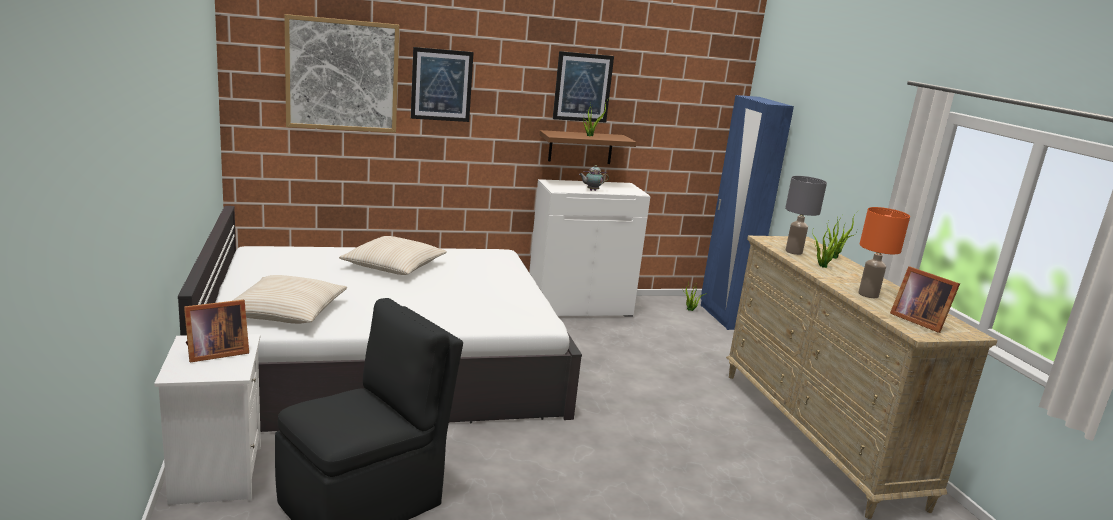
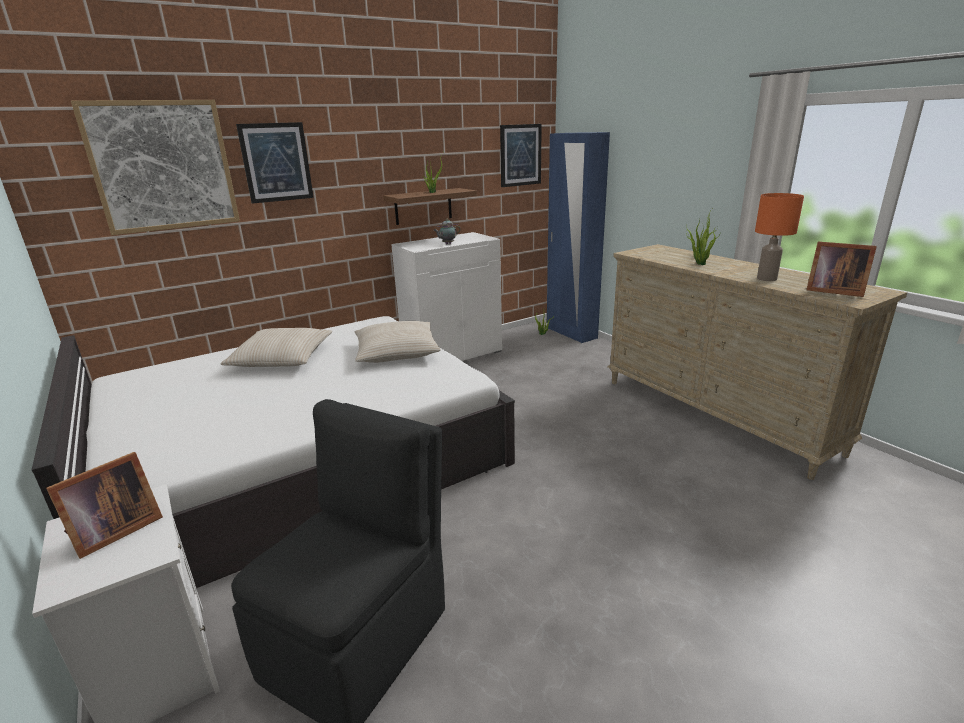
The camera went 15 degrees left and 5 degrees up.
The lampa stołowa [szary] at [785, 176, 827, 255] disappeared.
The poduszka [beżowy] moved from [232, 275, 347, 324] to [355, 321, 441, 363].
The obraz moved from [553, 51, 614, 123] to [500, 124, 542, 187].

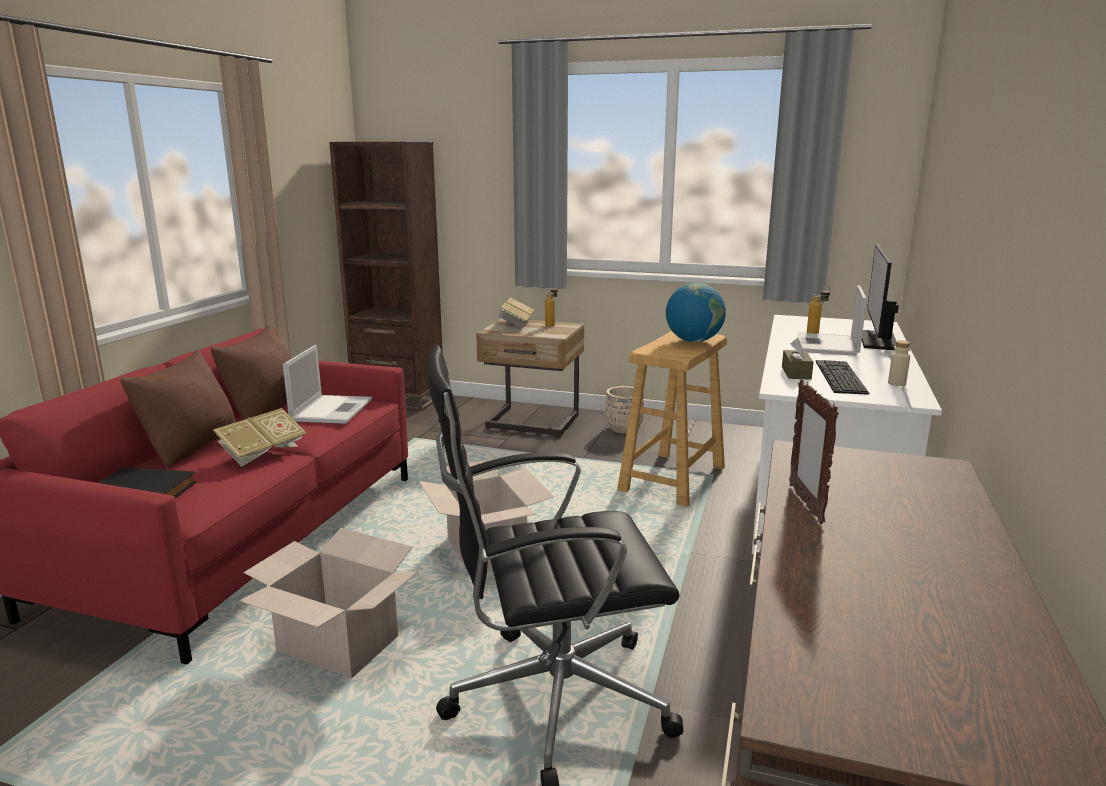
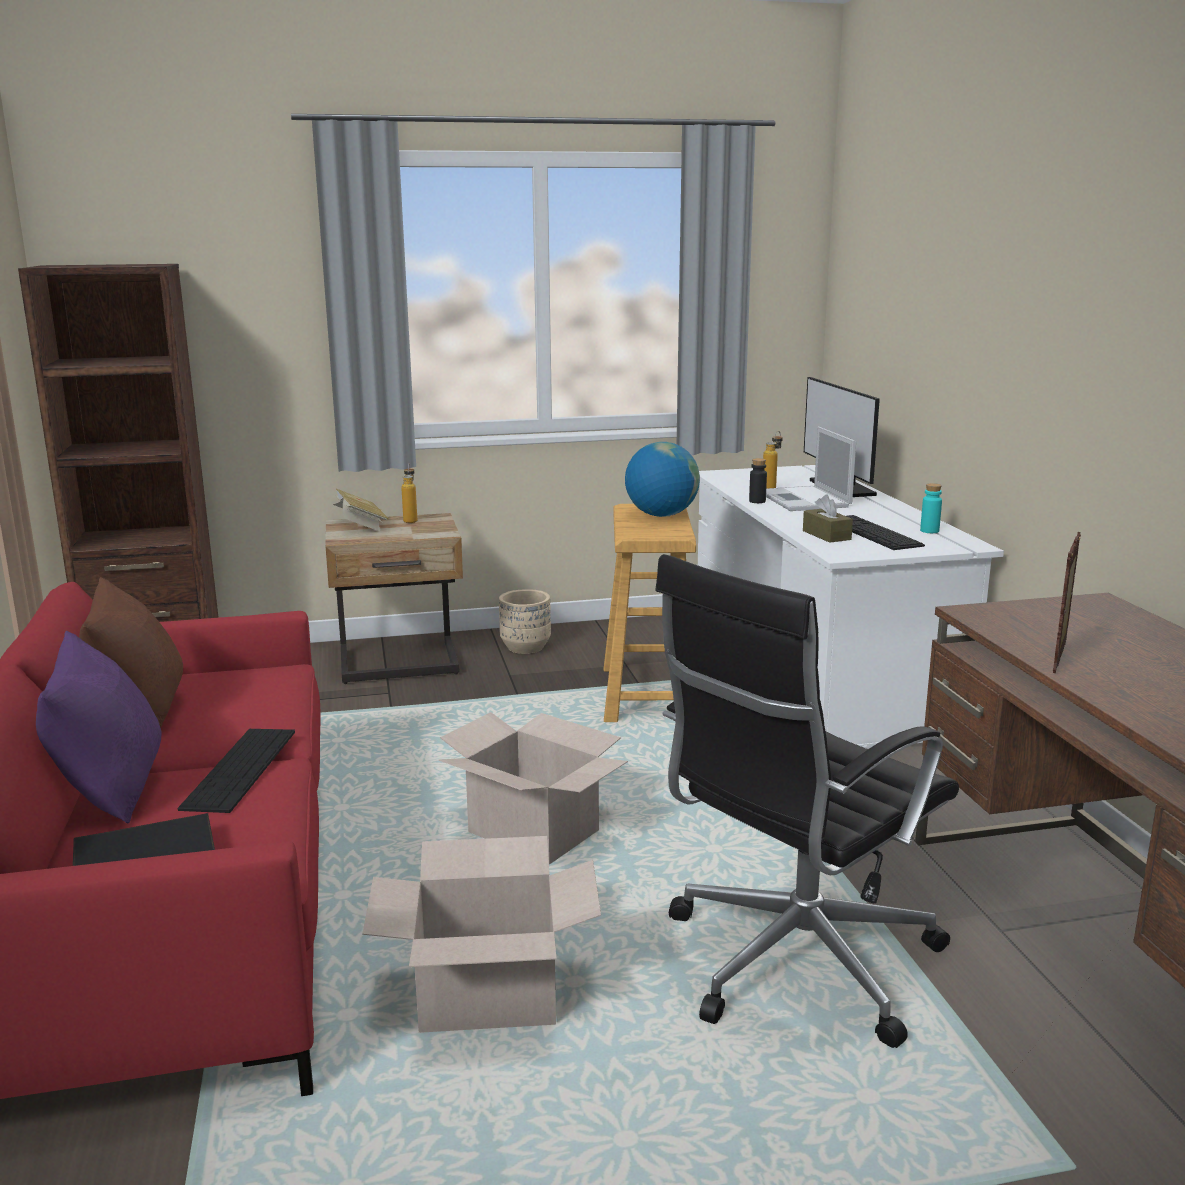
The camera went 30 degrees left and 0 degrees up.
The laptop at [283, 345, 372, 424] disappeared.
The butelka [czarny] at [749, 458, 767, 503] appeared.
The książka at [213, 408, 307, 467] was replaced by the klawiatura at [178, 729, 295, 813].
The poduszka [brązowy] at [121, 349, 236, 468] became the poduszka [fioletowy] at [36, 631, 161, 823].
The butelka [beżowy] at [888, 341, 910, 386] became the butelka [turkusowy] at [920, 483, 942, 533].
The ramka na zdjęcie at [789, 380, 839, 524] turned 60 degrees clockwise.

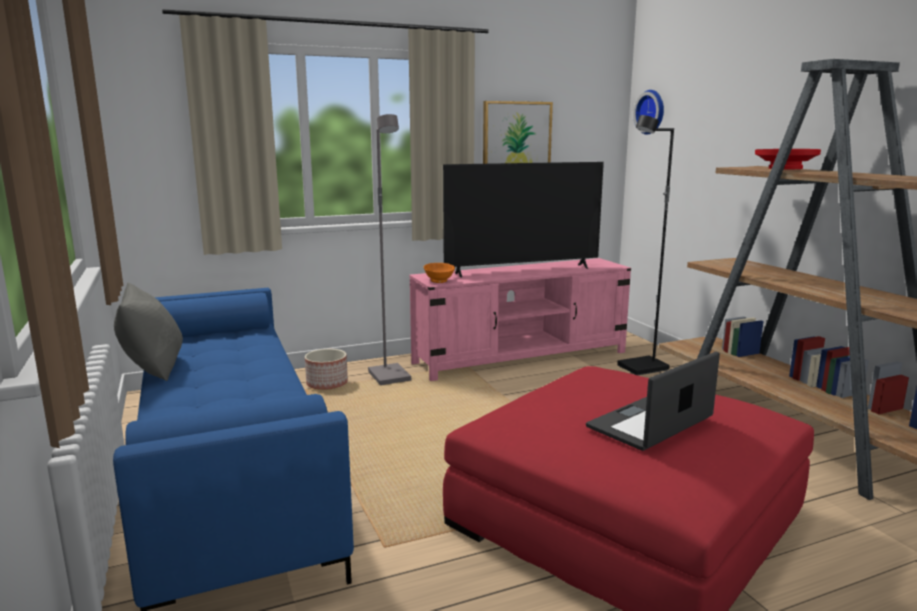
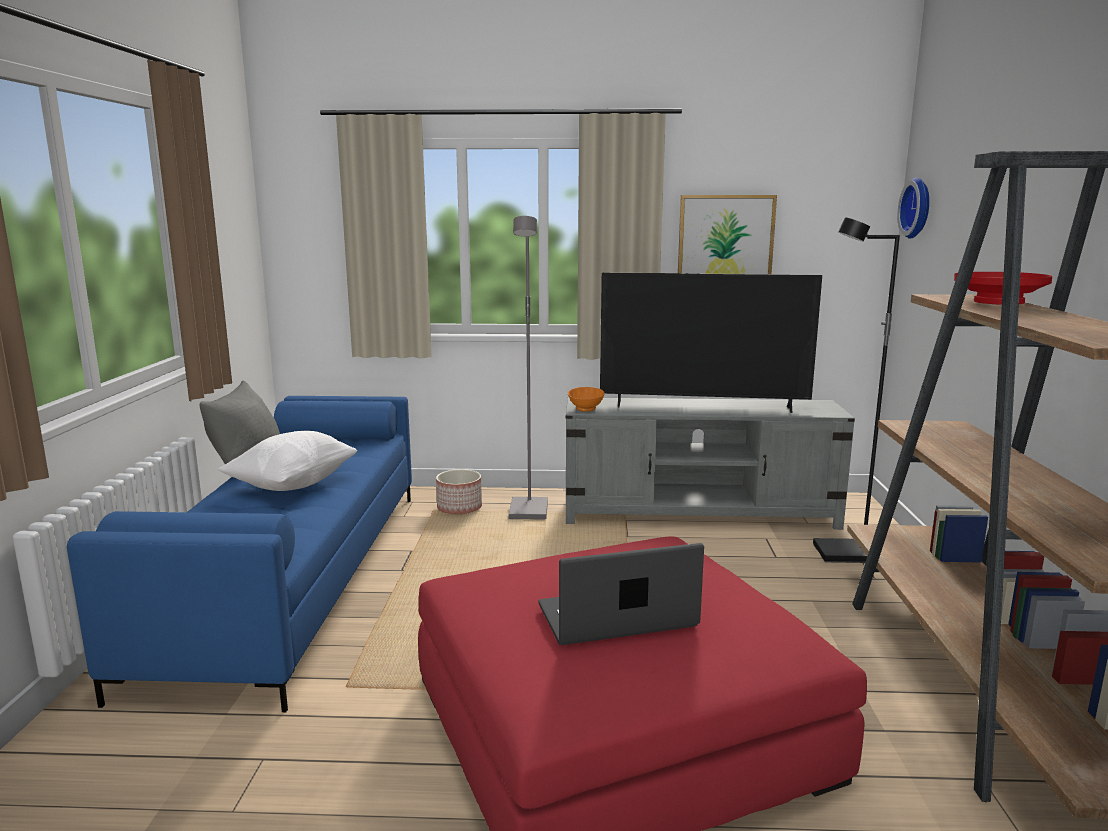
The camera went 25 degrees right and 0 degrees up.
The poduszka [biały] at [218, 431, 357, 491] appeared.
The szafka pod telewizor [różowy] at [409, 258, 631, 381] became the szafka pod telewizor [szary] at [566, 398, 855, 530].

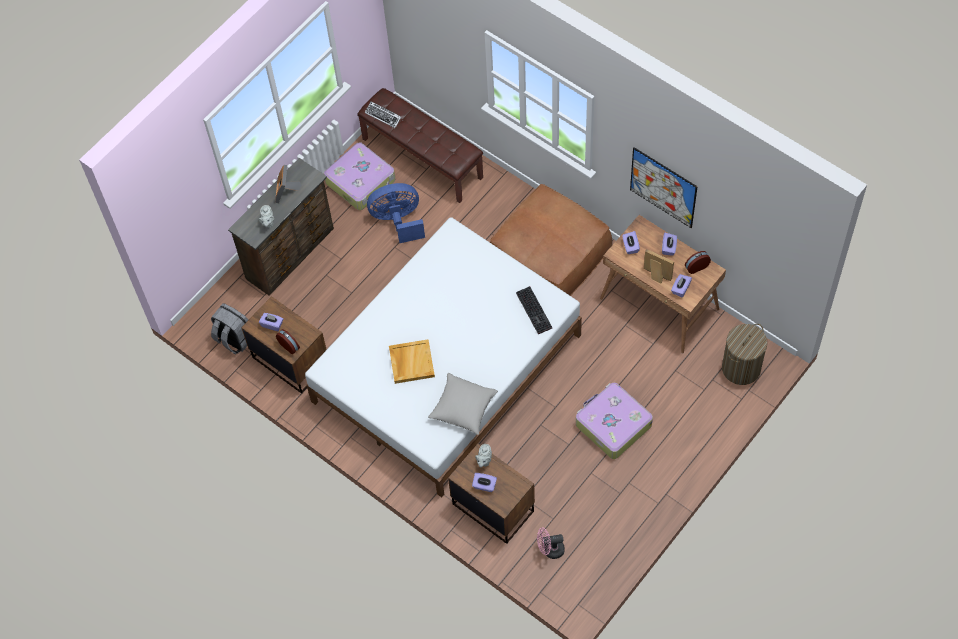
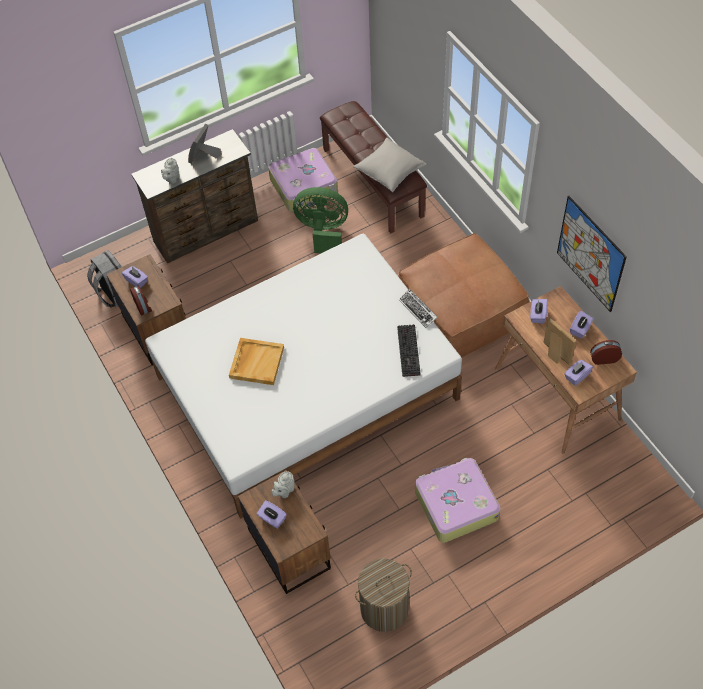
The camera went 20 degrees right and 5 degrees down.
The wentylator [różowy] at [537, 528, 565, 559] disappeared.
The klawiatura moved from [365, 101, 401, 128] to [399, 289, 437, 328].
The poduszka [szary] moved from [428, 373, 498, 435] to [353, 138, 427, 192].
The kosz na pranie moved from [722, 324, 767, 385] to [355, 559, 412, 632].
The wentylator [niebieski] at [367, 183, 425, 243] became the wentylator [zielony] at [293, 187, 348, 253].

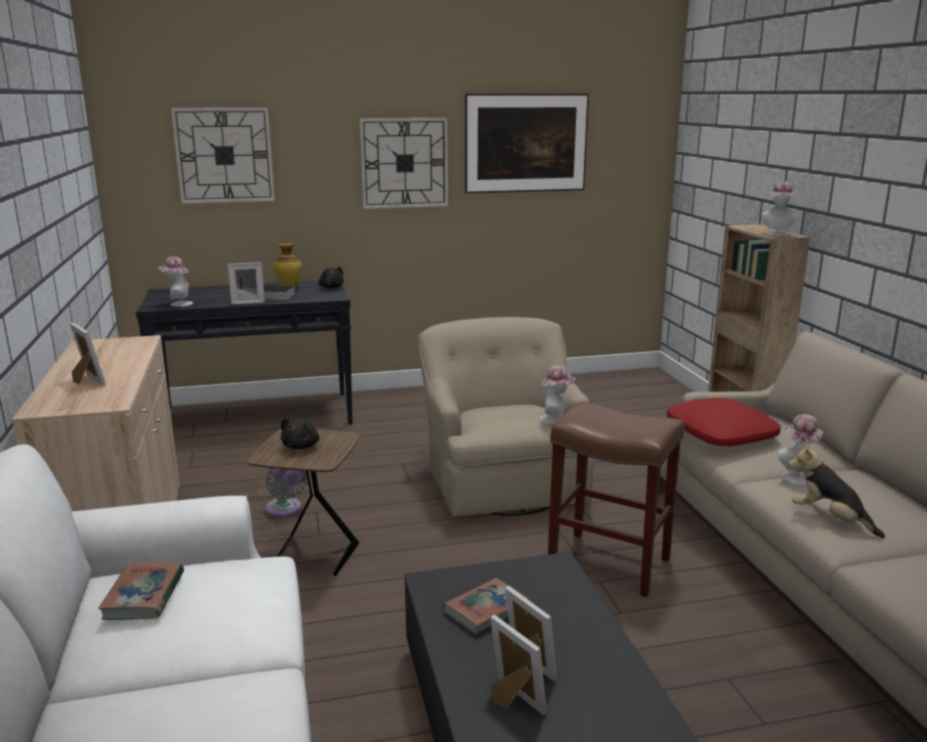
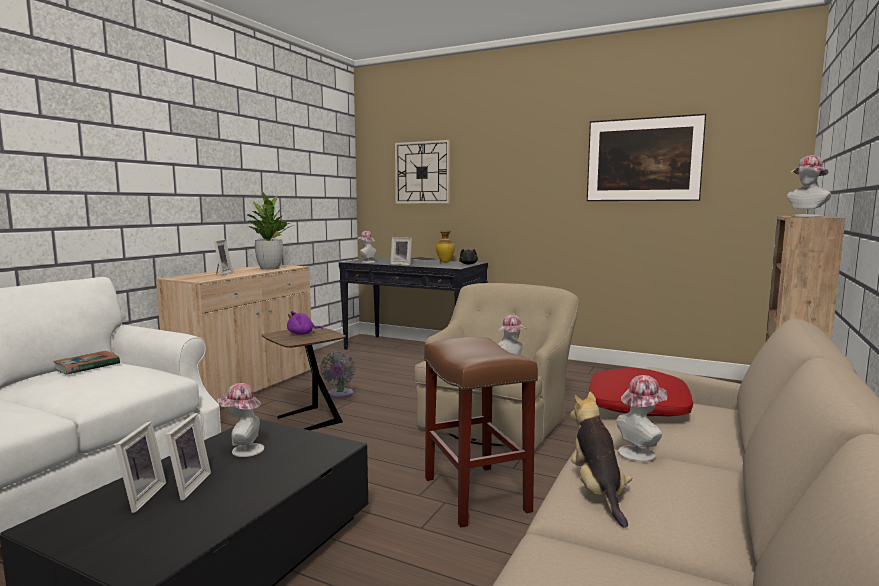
The camera went 40 degrees right and 10 degrees down.
The zegar ścienny at [360, 118, 448, 209] disappeared.
The roślina doniczkowa at [247, 192, 294, 270] appeared.
The książka at [443, 578, 529, 635] was replaced by the kapelusz at [217, 383, 264, 457].
The pluszak [czarny] at [281, 418, 319, 449] became the pluszak [fioletowy] at [287, 311, 323, 335].

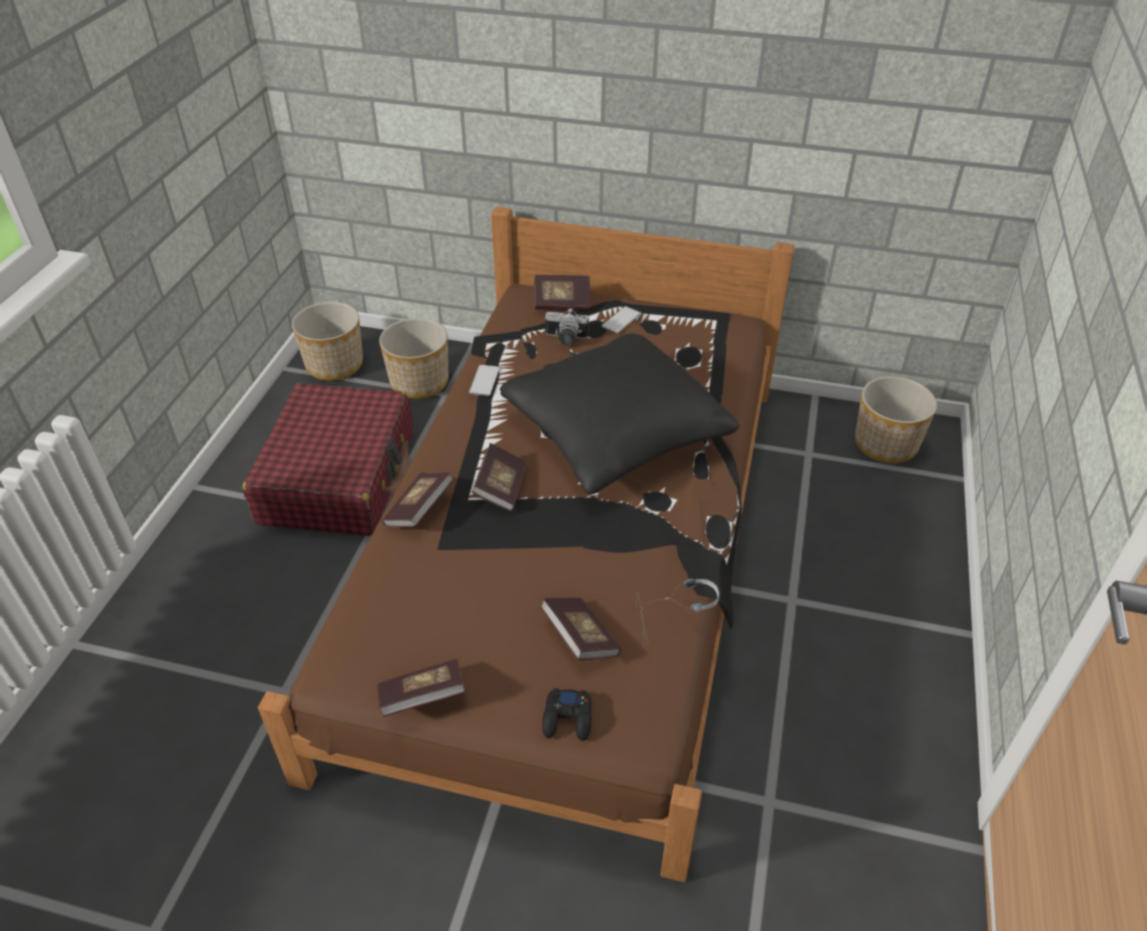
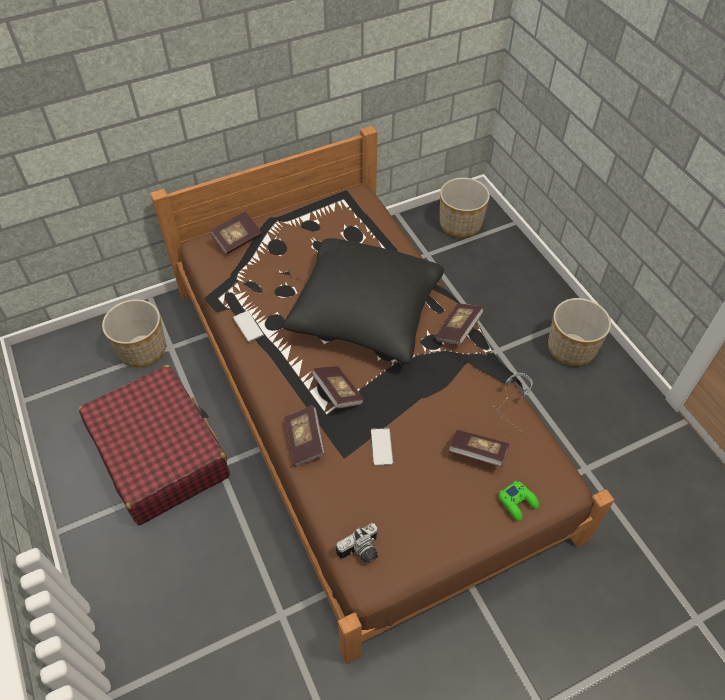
The camera went 40 degrees left and 10 degrees up.
The donica moved from [292, 302, 363, 381] to [548, 298, 611, 366].
The książka moved from [377, 659, 466, 716] to [435, 303, 484, 345].
The aparat fotograficzny moved from [545, 308, 589, 346] to [336, 523, 378, 564].
The telefon moved from [602, 306, 641, 333] to [371, 428, 393, 466].
The pad do gier [czarny] at [542, 688, 592, 741] became the pad do gier [zielony] at [499, 481, 539, 521].

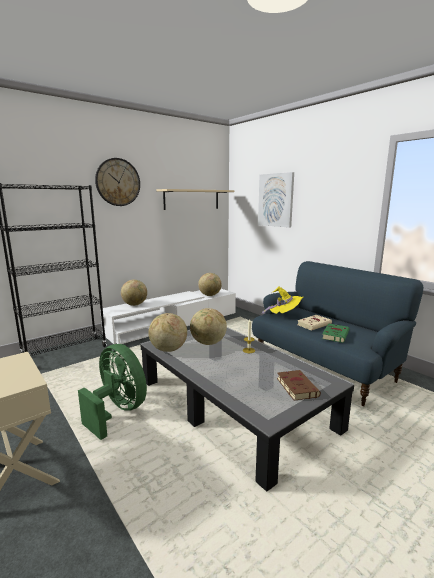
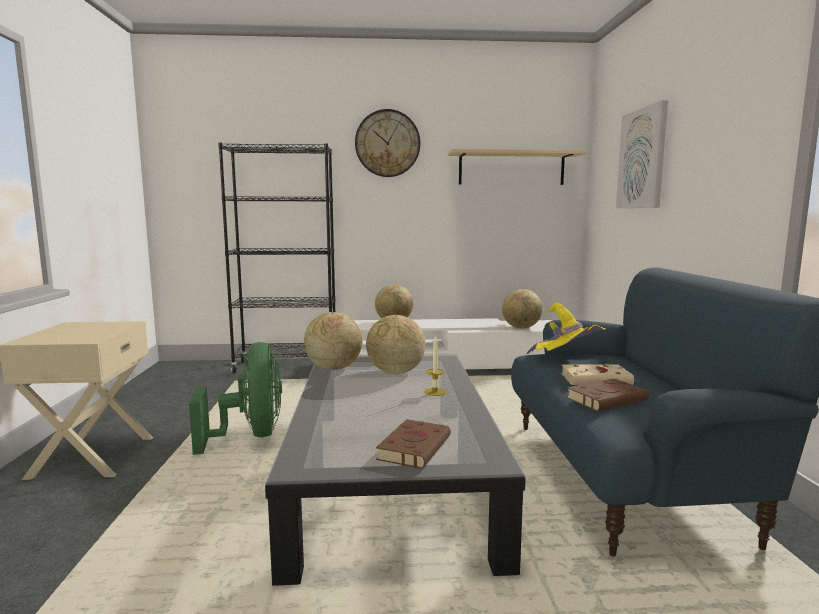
The camera went 35 degrees right and 5 degrees down.
The książka [zielony] at [322, 323, 349, 343] became the książka [brązowy] at [566, 379, 649, 411].

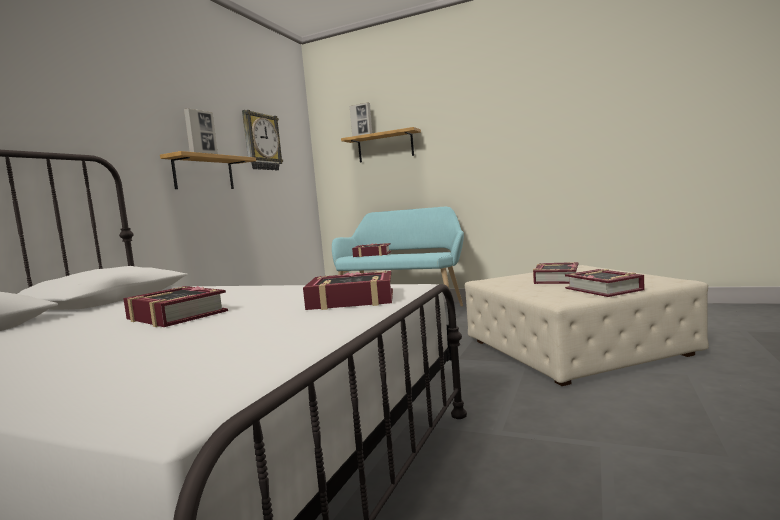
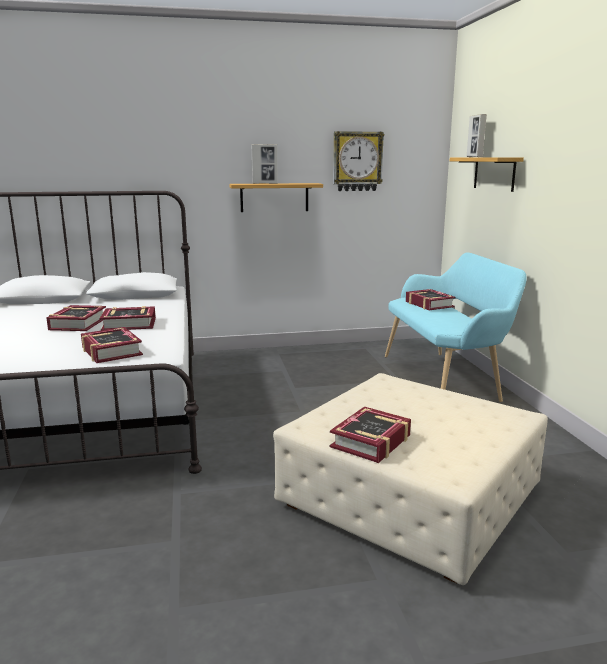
The camera went 55 degrees right and 10 degrees up.
The książka moved from [533, 262, 578, 284] to [100, 306, 156, 330].

